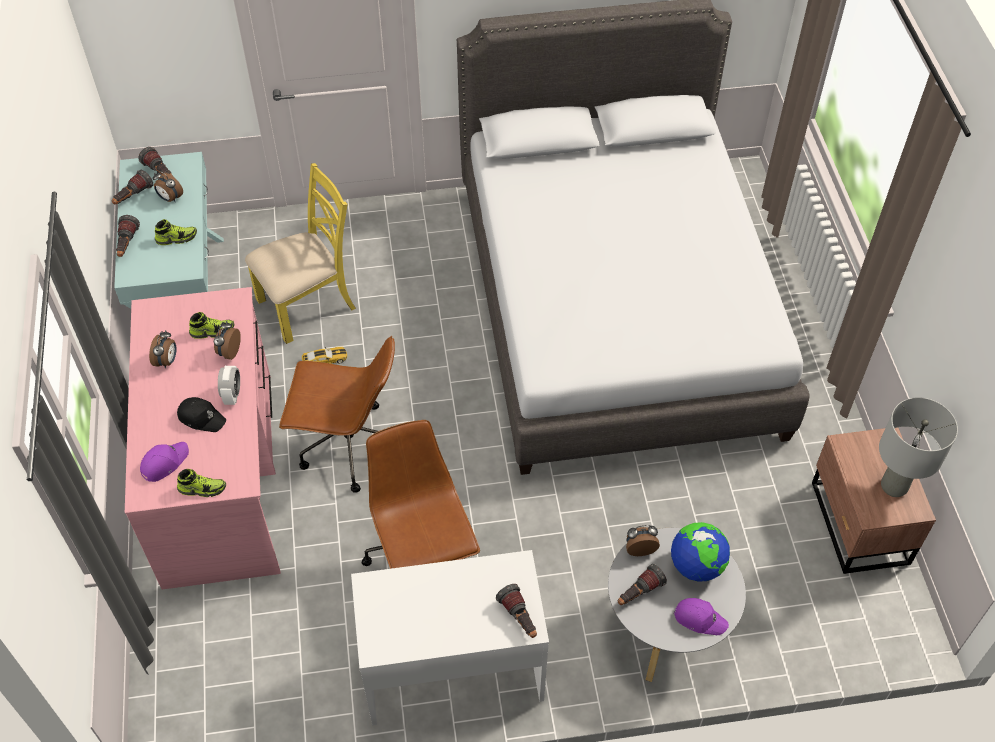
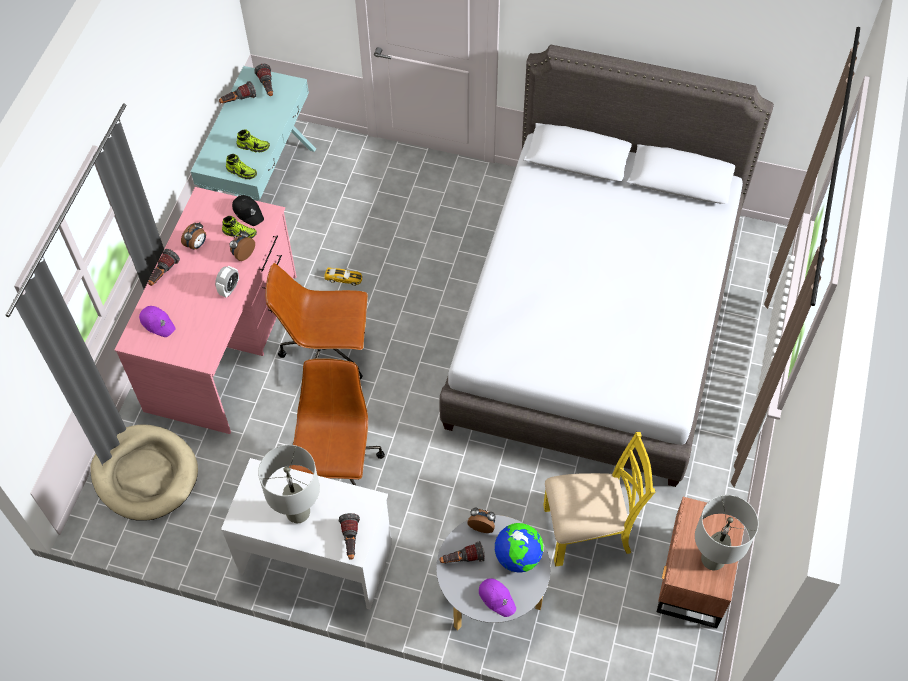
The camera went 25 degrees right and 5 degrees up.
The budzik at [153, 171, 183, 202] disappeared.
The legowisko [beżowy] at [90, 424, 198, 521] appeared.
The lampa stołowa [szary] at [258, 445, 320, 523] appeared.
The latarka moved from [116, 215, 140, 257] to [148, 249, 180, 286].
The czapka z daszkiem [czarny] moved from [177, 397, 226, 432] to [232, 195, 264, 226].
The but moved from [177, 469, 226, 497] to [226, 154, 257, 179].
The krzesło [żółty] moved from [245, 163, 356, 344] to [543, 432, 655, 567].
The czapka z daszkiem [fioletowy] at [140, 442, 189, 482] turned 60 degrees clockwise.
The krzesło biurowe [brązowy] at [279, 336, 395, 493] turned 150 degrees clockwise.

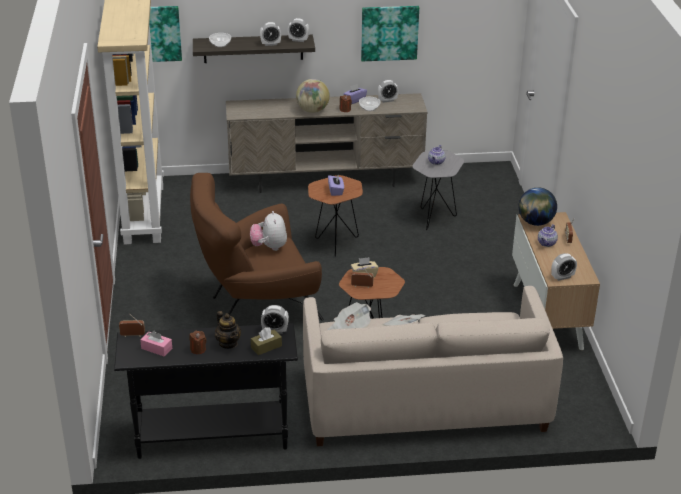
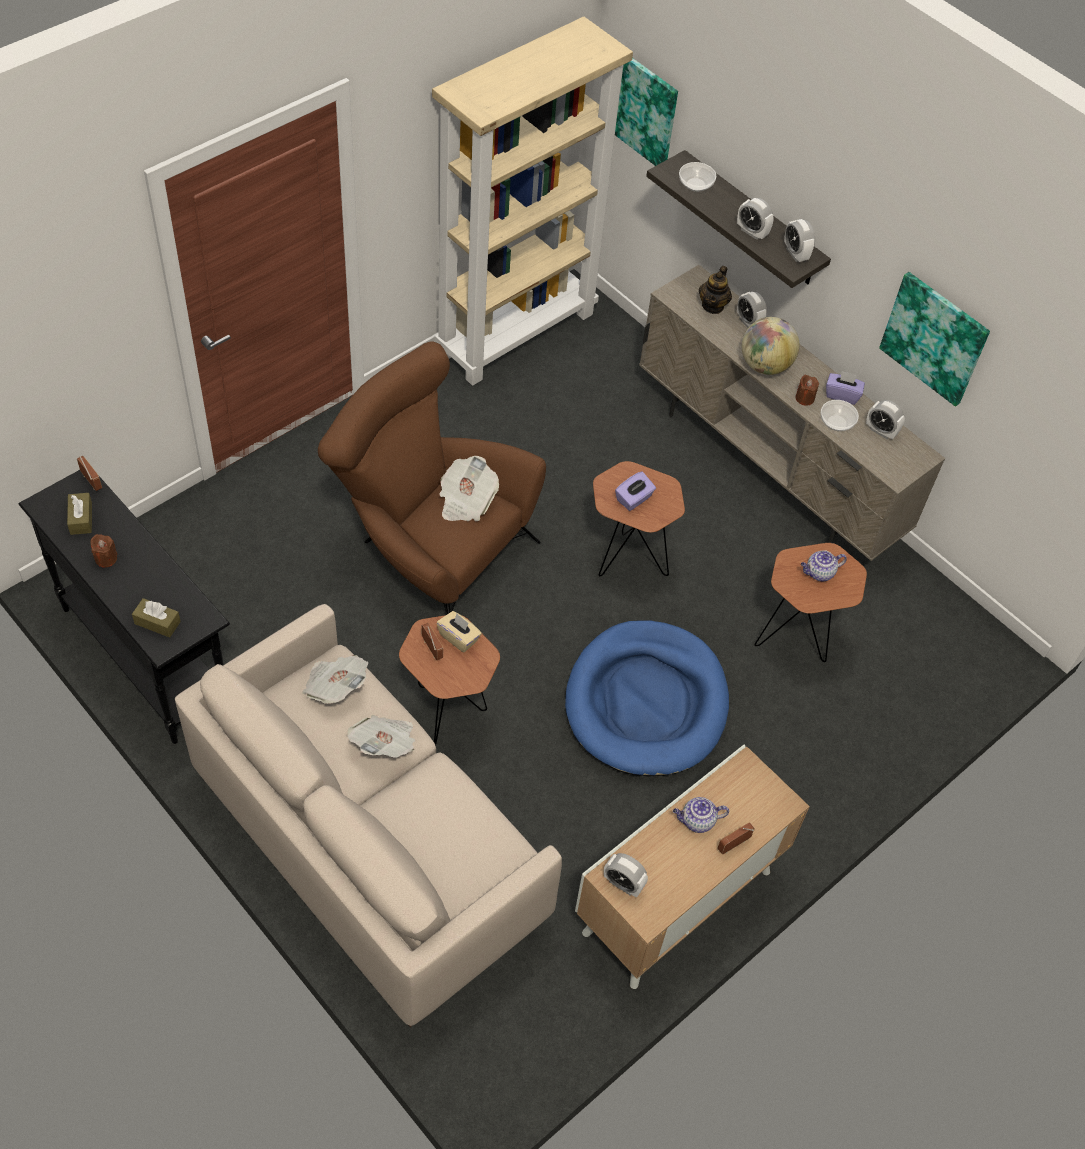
The camera went 50 degrees right and 20 degrees up.
The globus at [519, 187, 557, 226] disappeared.
The legowisko [niebieski] at [565, 621, 729, 776] appeared.
The imbryk moved from [215, 311, 241, 349] to [699, 266, 732, 314].
The budzik moved from [261, 305, 289, 334] to [737, 292, 767, 328].
The pluszak at [250, 211, 287, 251] was replaced by the gazeta at [439, 456, 499, 521].
The pudełko chusteczek [różowy] at [140, 330, 172, 357] became the pudełko chusteczek [brązowy] at [67, 493, 92, 535].
The stolik [szary] at [413, 150, 464, 230] became the stolik [brązowy] at [754, 543, 867, 662].

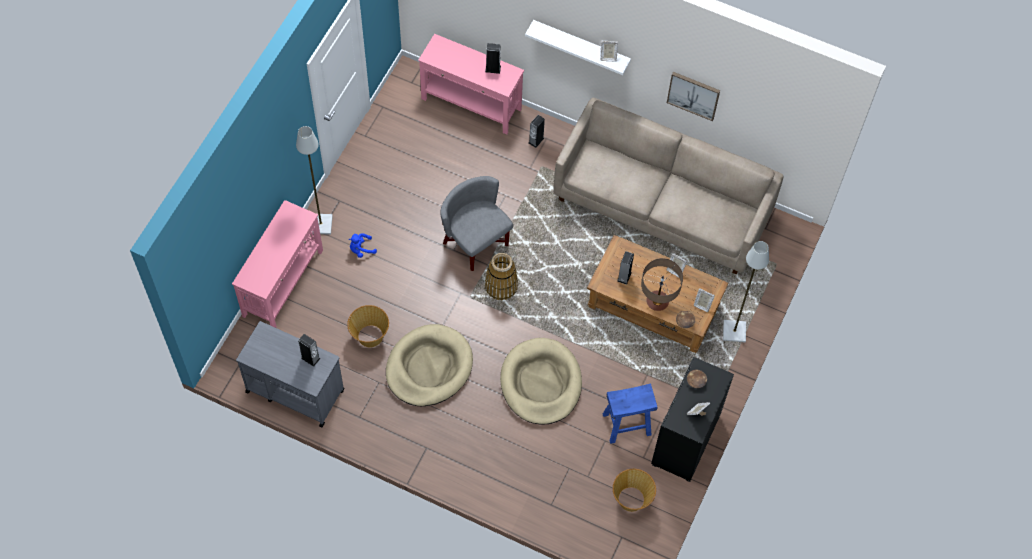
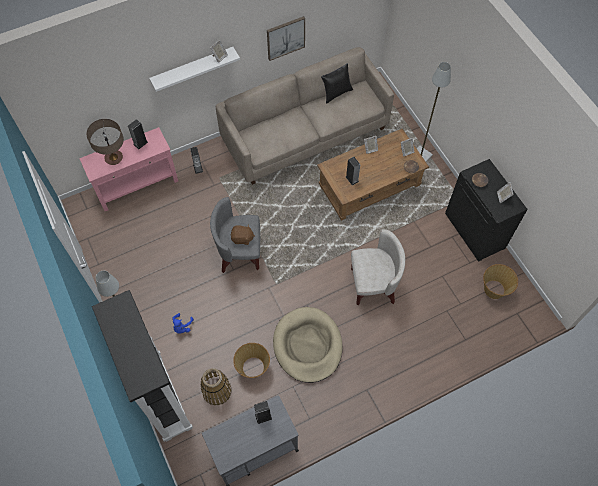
The camera went 50 degrees left and 0 degrees up.
The stołek [niebieski] at [603, 383, 657, 444] disappeared.
The pluszak [brązowy] at [230, 225, 255, 245] appeared.
The poduszka [czarny] at [321, 63, 353, 104] appeared.
The koszyk moved from [485, 253, 518, 300] to [200, 368, 231, 405].
The lampa stołowa moved from [641, 258, 683, 311] to [86, 119, 124, 165].
The stolik konsolowy [różowy] at [232, 200, 323, 328] was replaced by the regał [czarny] at [92, 290, 193, 442].
The legowisko [beżowy] at [500, 338, 582, 425] was replaced by the fotel [biały] at [351, 229, 405, 306].

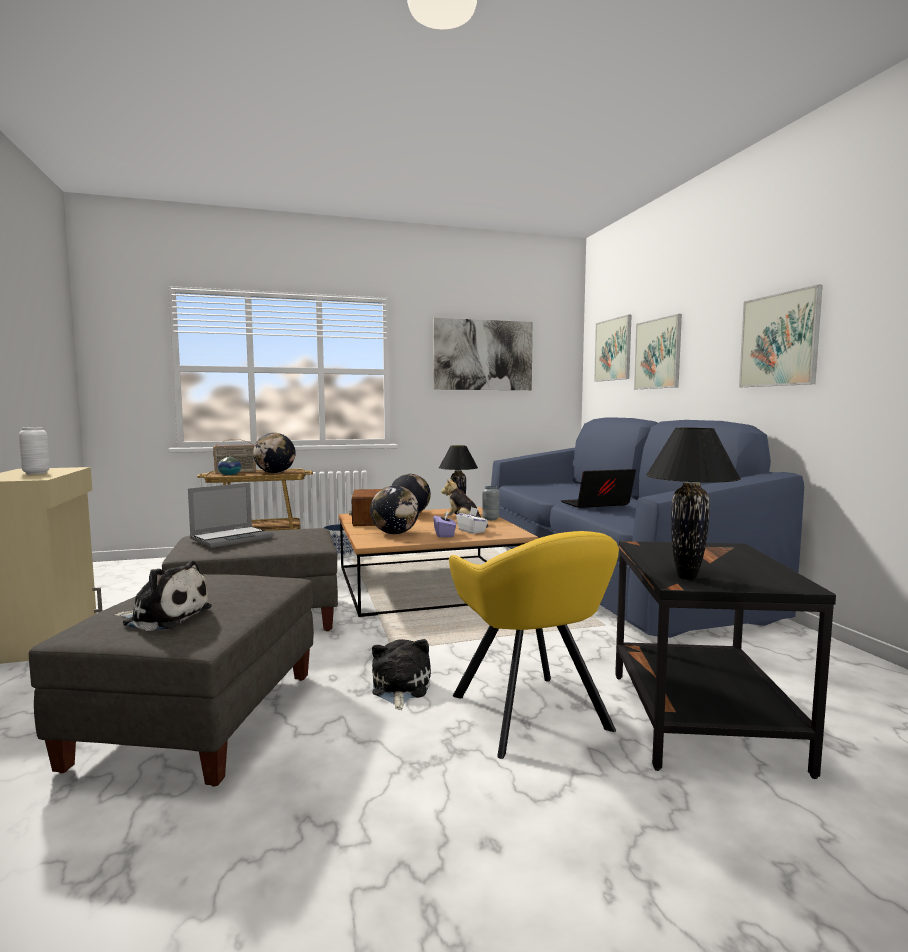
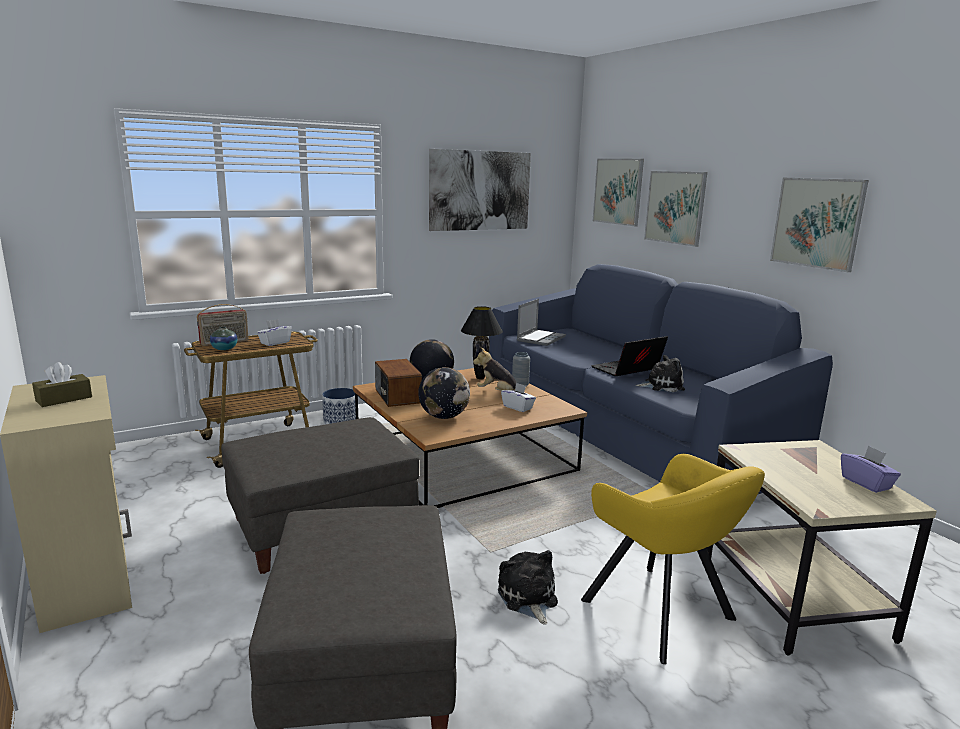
The camera went 15 degrees left and 10 degrees up.
The lampa stołowa [czarny] at [646, 428, 741, 580] disappeared.
The pluszak moved from [114, 561, 212, 631] to [636, 355, 685, 392].
The laptop moved from [188, 483, 273, 548] to [517, 299, 566, 346].
The pudełko chusteczek [fioletowy] moved from [433, 511, 456, 538] to [841, 446, 901, 493].
The wazon [biały] at [19, 427, 50, 474] was replaced by the pudełko chusteczek [brązowy] at [32, 362, 92, 407].
The globus at [253, 433, 296, 473] was replaced by the pudełko chusteczek [biały] at [257, 319, 292, 346].
The stolik [czarny] at [615, 541, 836, 779] became the stolik [beżowy] at [706, 440, 937, 656].

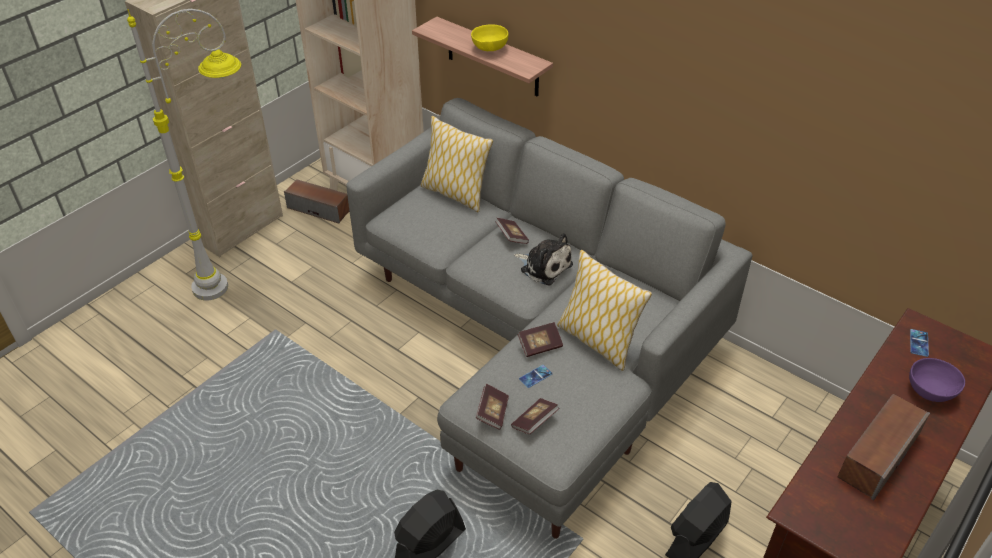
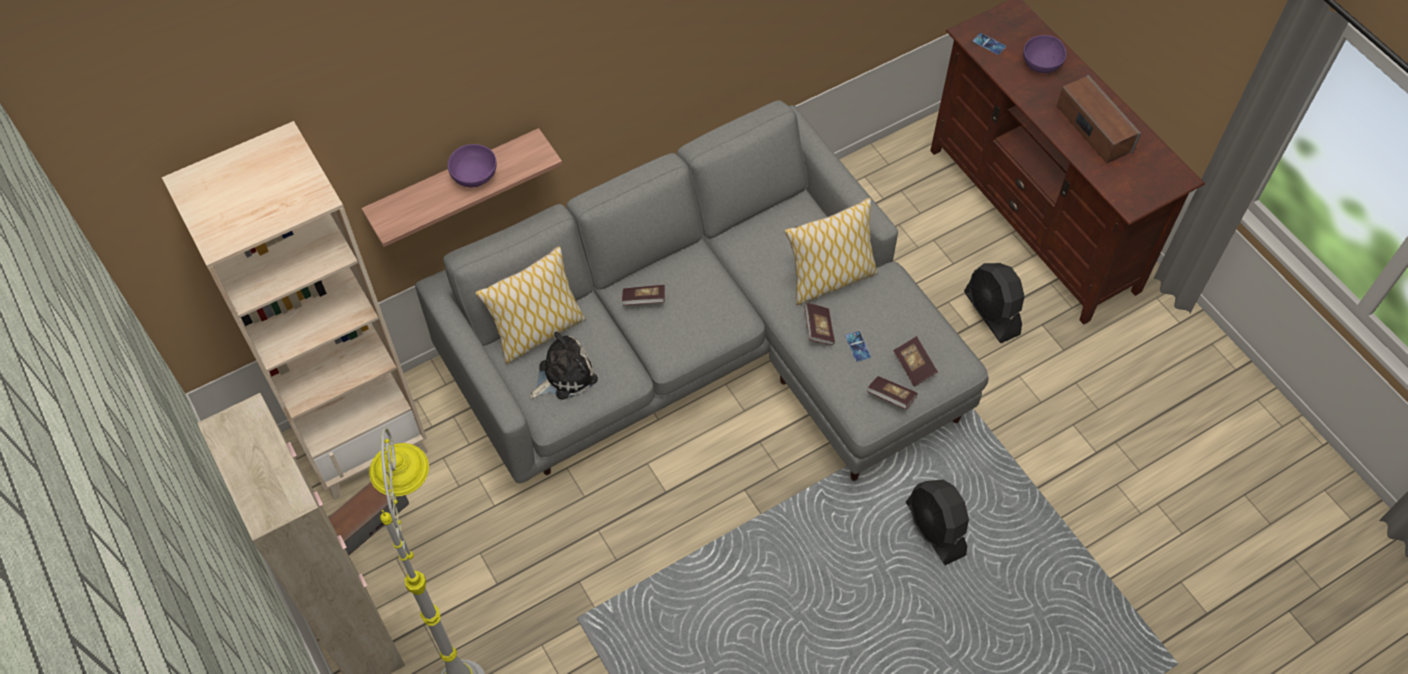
The camera went 70 degrees left and 15 degrees up.
The pluszak moved from [514, 233, 573, 285] to [530, 332, 598, 400].
The miska [żółty] at [471, 24, 509, 51] became the miska [fioletowy] at [448, 144, 497, 187].

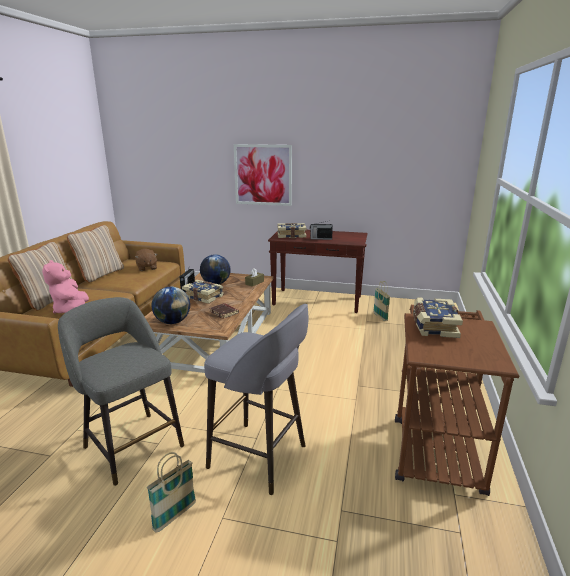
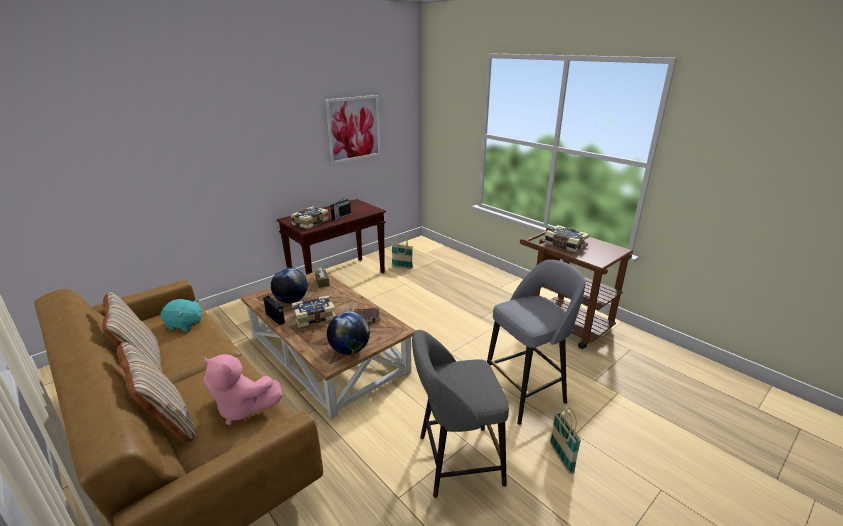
The camera went 55 degrees left and 5 degrees up.
The obraz moved from [234, 144, 292, 206] to [325, 95, 381, 164].
The pluszak [brązowy] at [135, 249, 158, 271] became the pluszak [turkusowy] at [161, 299, 202, 331].

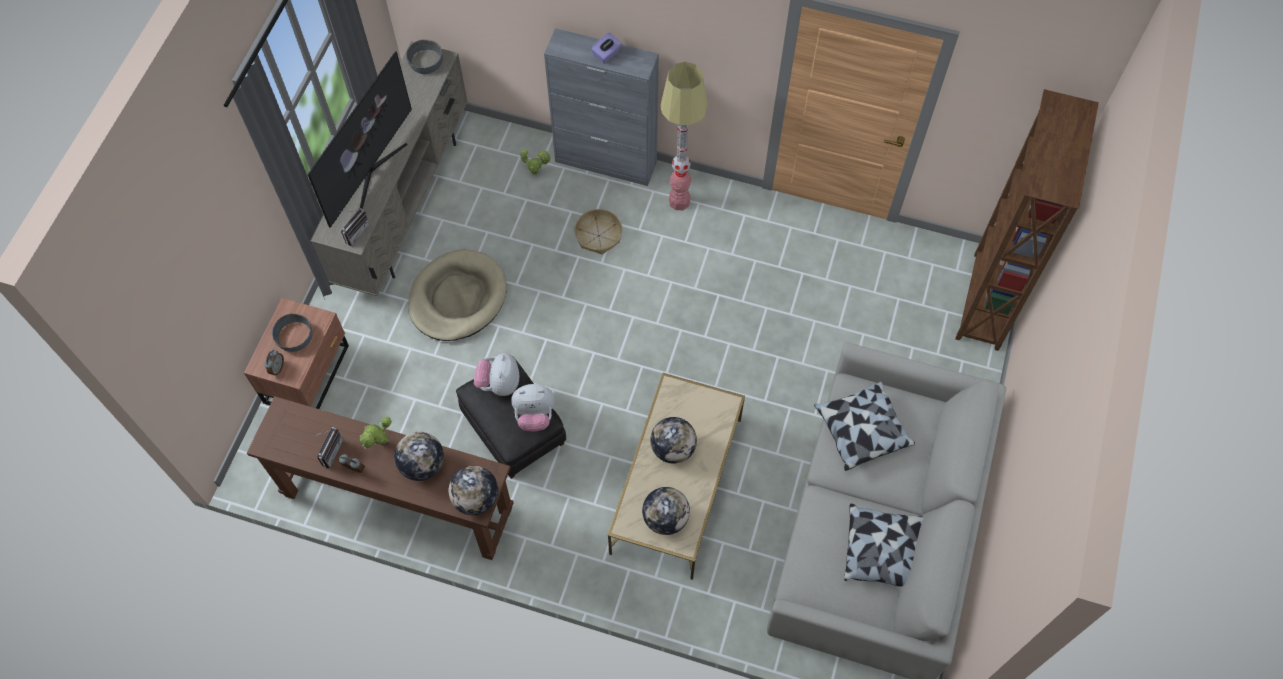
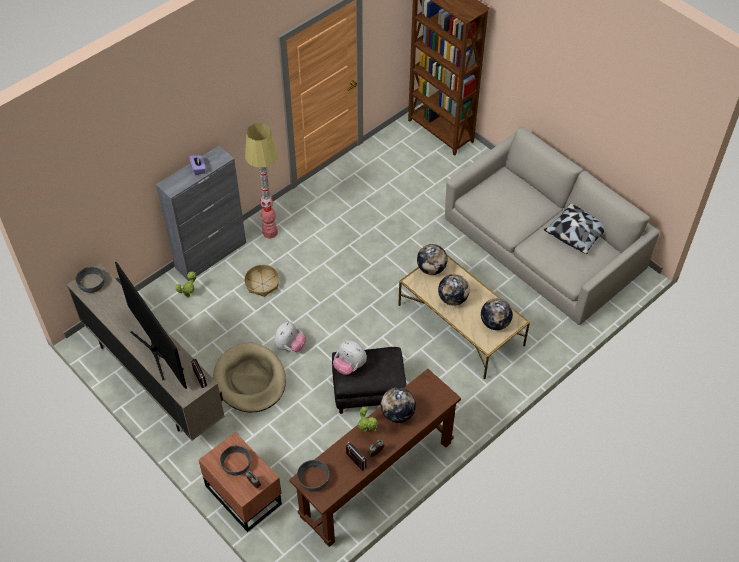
The camera went 60 degrees left and 10 degrees down.
The poduszka at [814, 381, 915, 471] disappeared.
The miska [szary] at [297, 460, 329, 492] appeared.
The globus moved from [448, 465, 498, 515] to [417, 244, 448, 275].
The pluszak moved from [511, 384, 555, 431] to [274, 322, 306, 352].

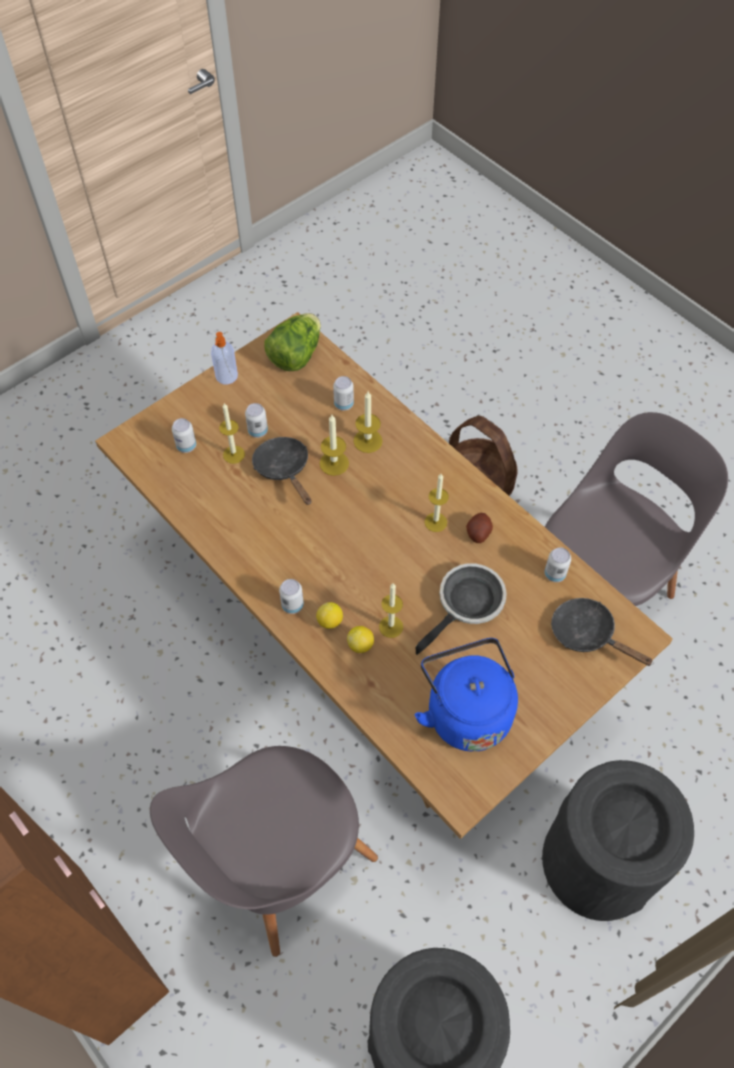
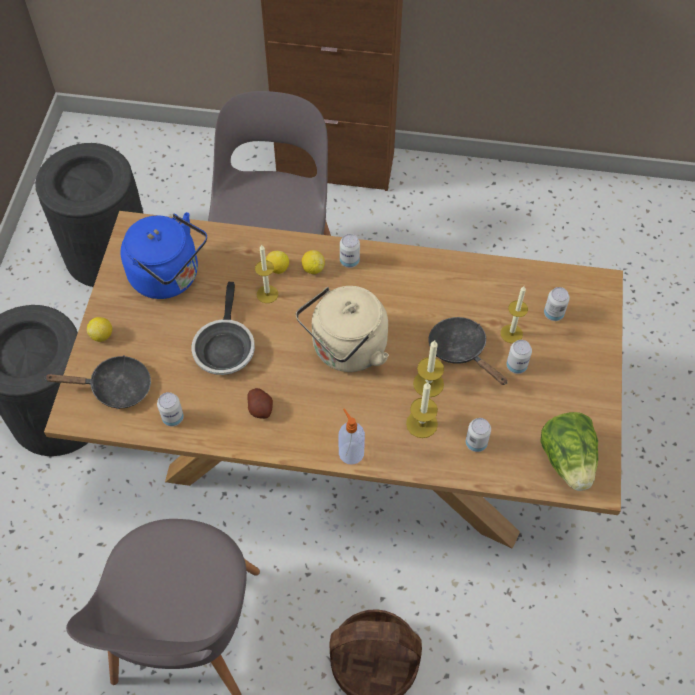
The camera went 140 degrees right and 0 degrees up.
The świeca at [425, 474, 449, 532] disappeared.
The cytryna at [87, 317, 112, 342] appeared.
The czajnik [beżowy] at [296, 286, 389, 372] appeared.
The dozownik mydła moved from [211, 332, 238, 385] to [338, 408, 365, 465].
The patelnia [czarny] at [252, 437, 311, 505] turned 150 degrees counterclockwise.

